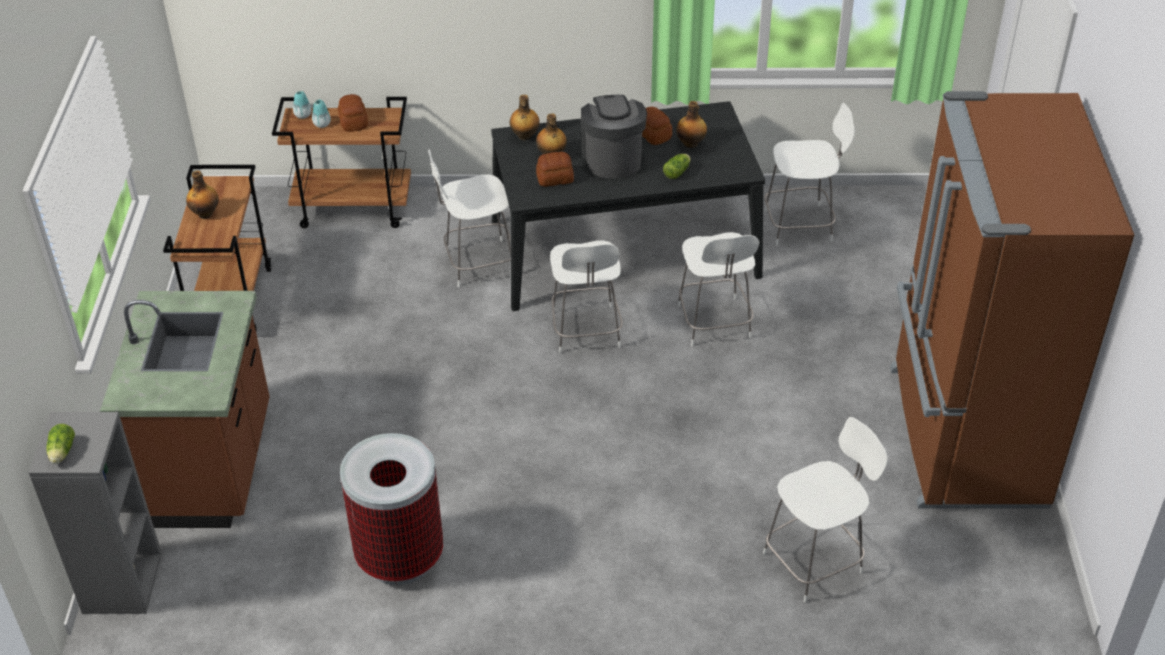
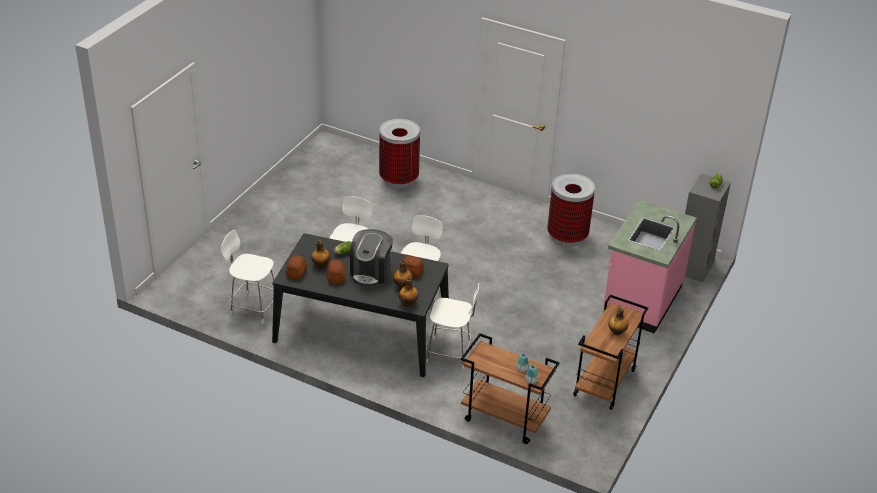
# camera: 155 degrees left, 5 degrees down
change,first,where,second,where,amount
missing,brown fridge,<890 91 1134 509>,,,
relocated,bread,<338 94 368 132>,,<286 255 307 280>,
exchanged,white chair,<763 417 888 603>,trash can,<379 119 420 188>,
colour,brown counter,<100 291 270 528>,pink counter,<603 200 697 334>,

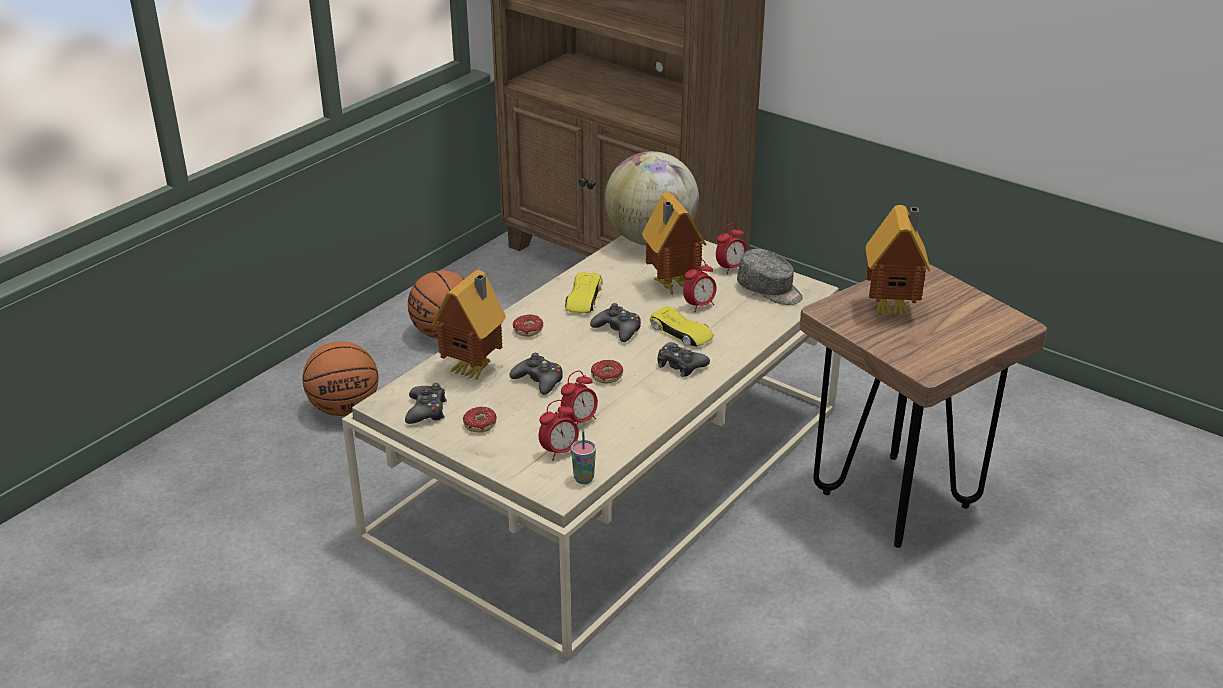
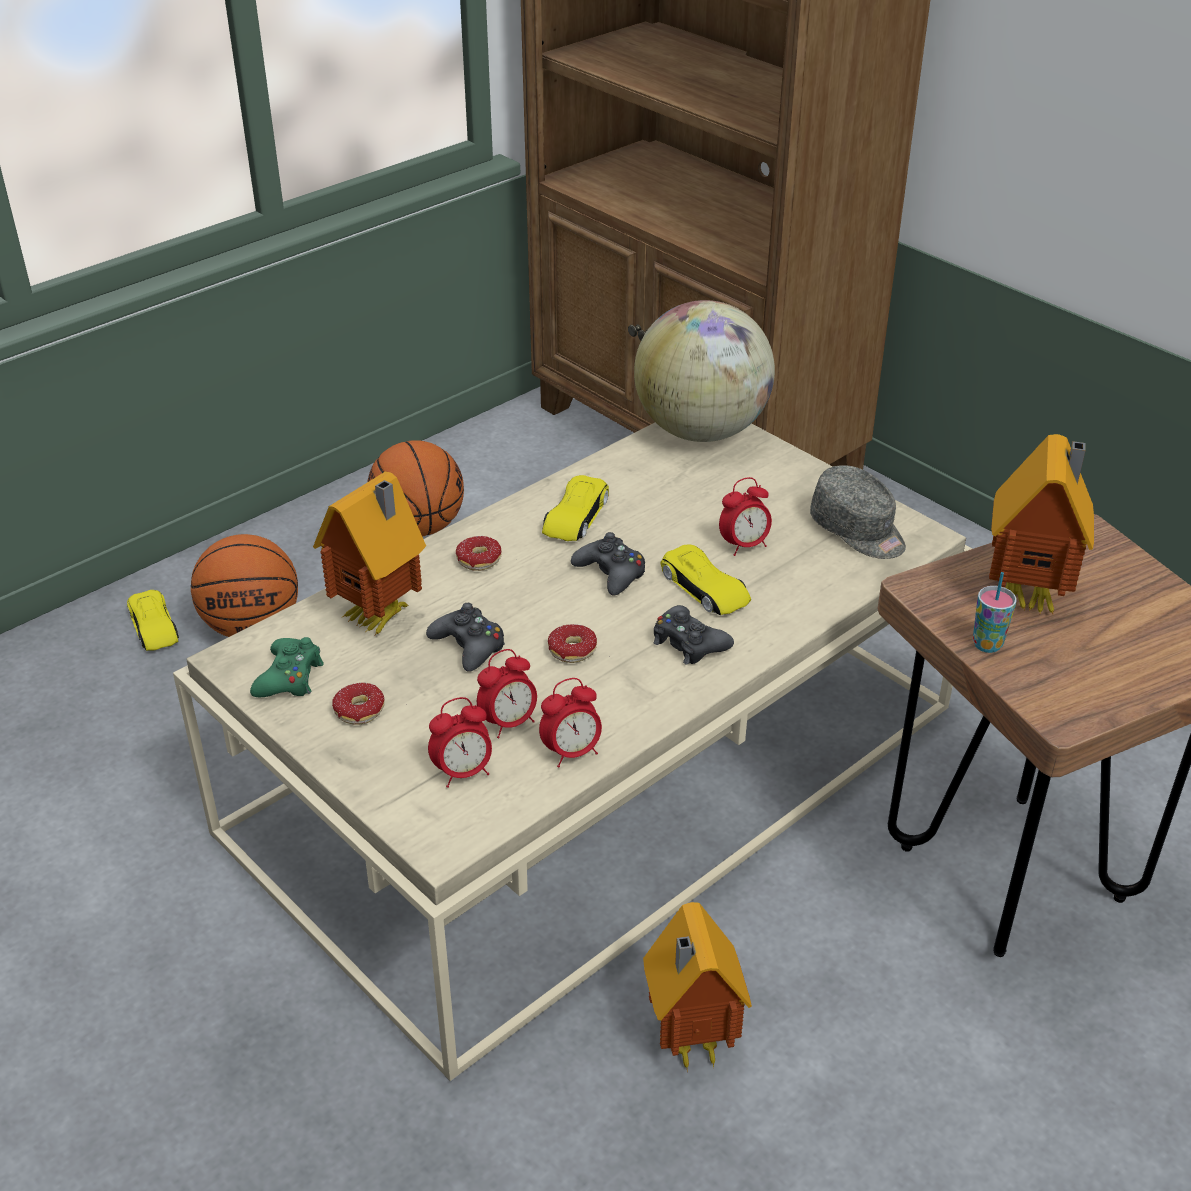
# camera: 10 degrees right, 5 degrees up
change,first,where,second,where,amount
appeared,,,yellow toy car,<127 590 179 651>,
relocated,cup,<571 431 596 484>,,<973 572 1017 653>,
relocated,toy house,<642 192 707 295>,,<643 902 752 1072>,
relocated,alarm clock,<716 223 747 274>,,<539 678 602 768>,
colour,black game controller,<405 383 447 424>,green game controller,<250 637 324 697>,

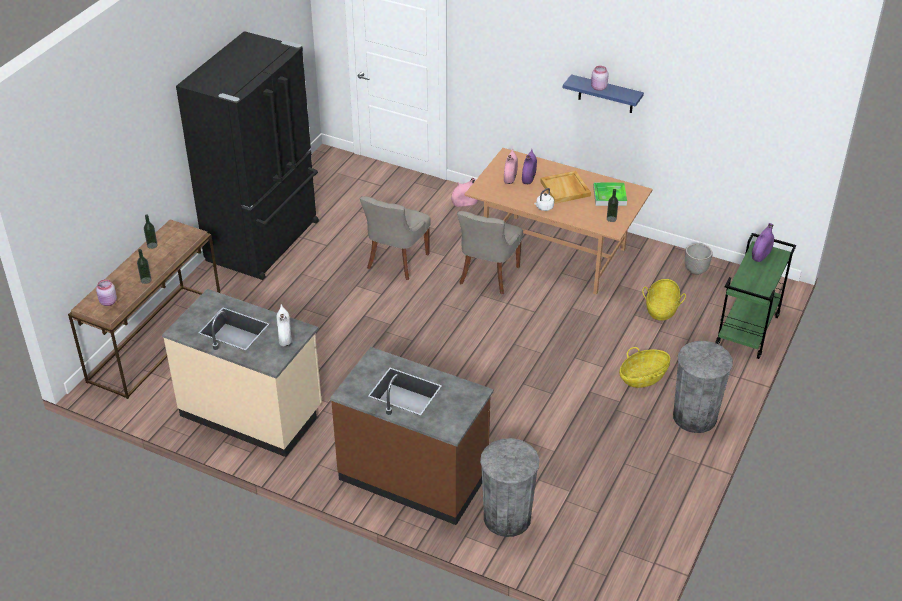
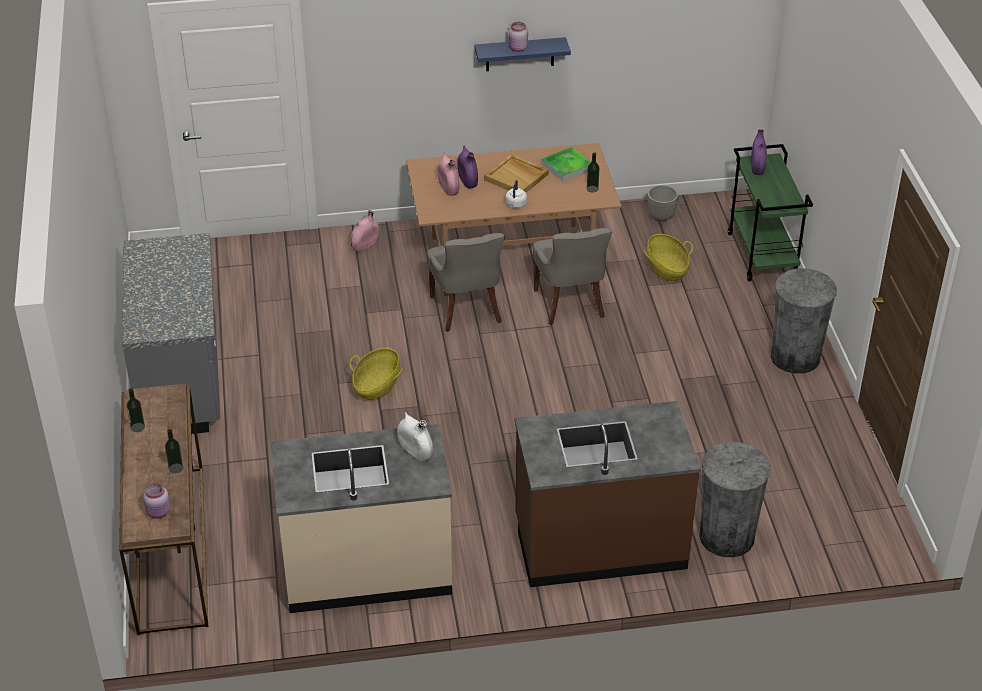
# camera: 35 degrees left, 0 degrees up
change,first,where,second,where,amount
relocated,grey chair,<359 196 431 280>,,<533 228 612 325>,
relocated,basket,<619 347 670 388>,,<349 348 402 400>,
exchanged,black fridge,<176 31 319 280>,grey counter,<122 233 220 434>,

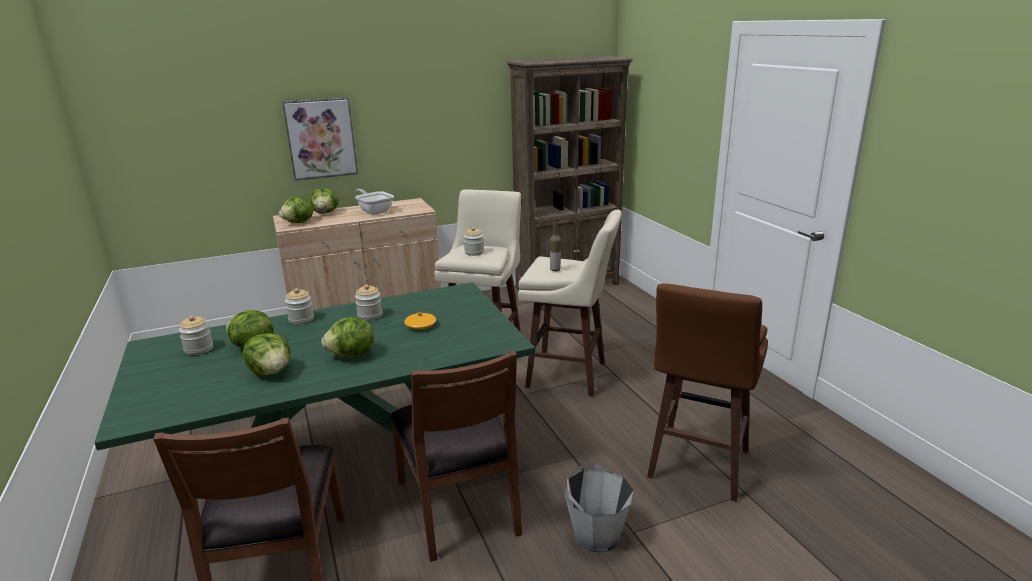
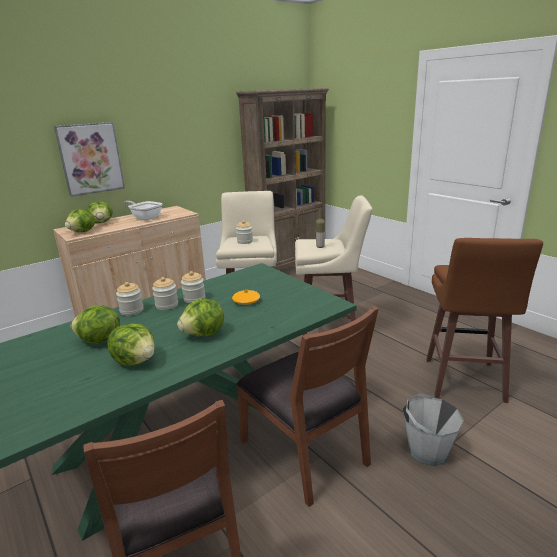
# camera: 15 degrees left, 0 degrees up
change,first,where,second,where,amount
relocated,jar,<179 316 213 355>,,<152 277 178 310>,

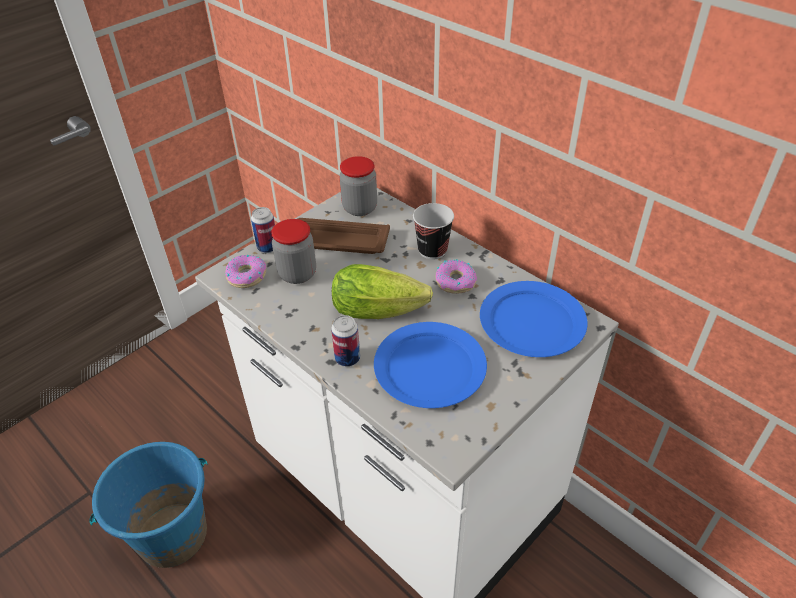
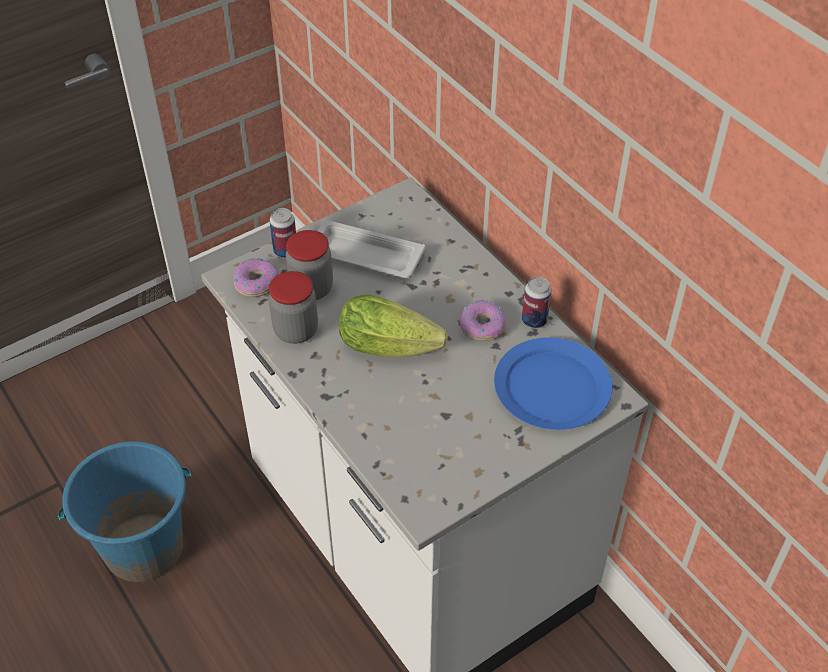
# camera: 10 degrees right, 5 degrees up
change,first,where,second,where,amount
missing,blue plate,<374 322 487 408>,,,
missing,cup,<413 203 454 259>,,,
relocated,can,<331 315 360 367>,,<522 277 551 328>,
relocated,jar,<339 156 377 216>,,<269 271 318 344>,
colour,brown tray,<298 218 390 254>,white tray,<318 220 425 278>,

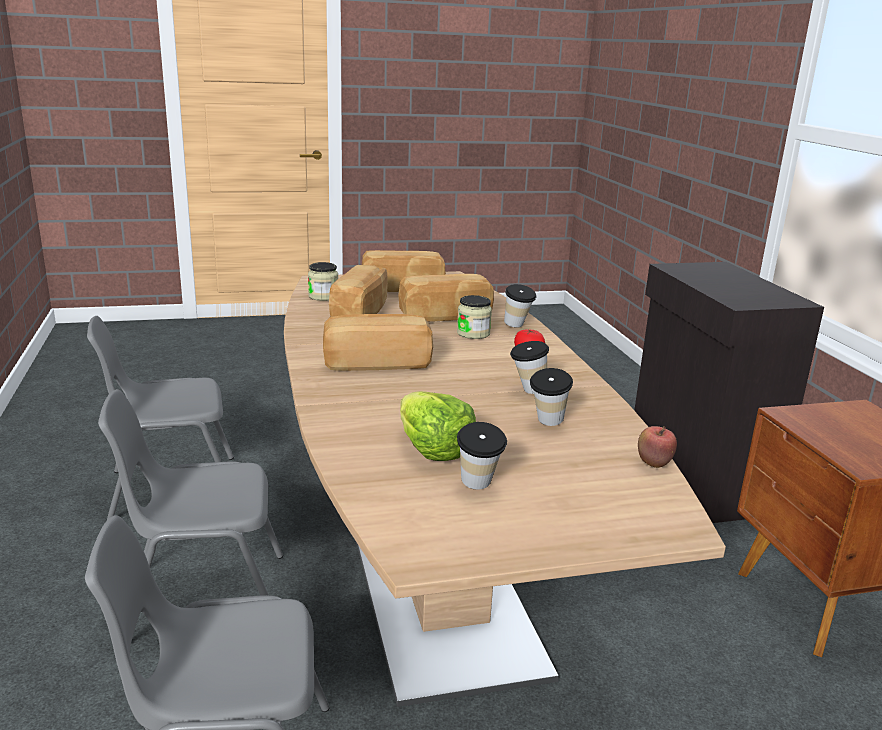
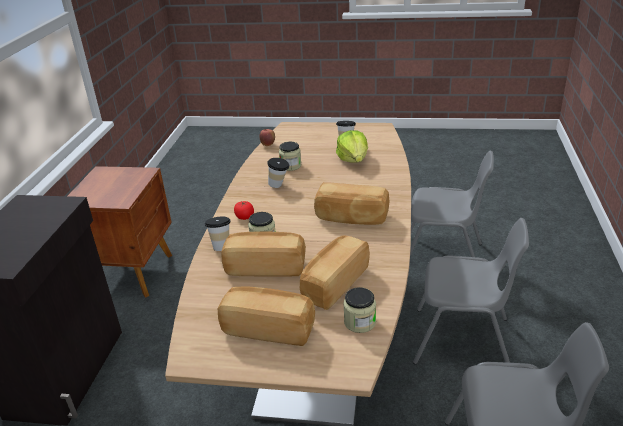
# camera: 155 degrees left, 10 degrees up
change,first,where,second,where,amount
exchanged,cup,<530 368 573 426>,jar,<279 142 301 171>,

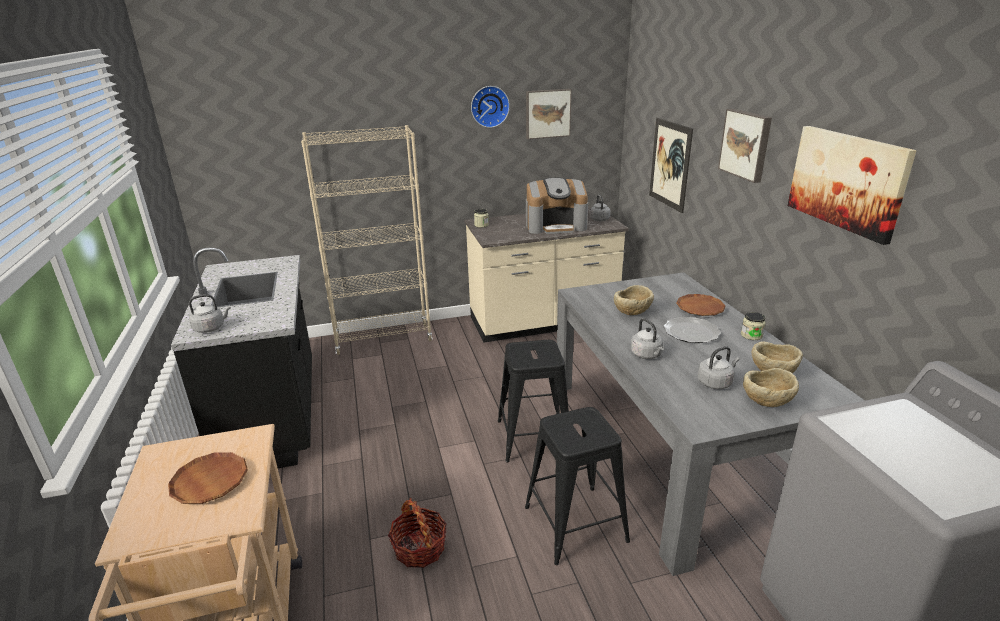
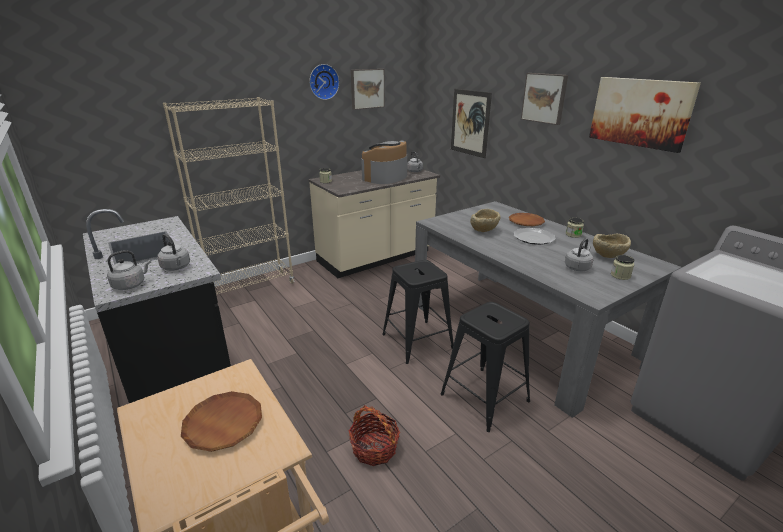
# camera: 20 degrees left, 0 degrees up
change,first,where,second,where,amount
relocated,grey kettle,<631 318 664 359>,,<157 234 190 271>,
exchanged,beige bowl,<743 368 799 407>,jar,<611 255 635 280>,
spun,coffee machine,<526 177 588 234>,,<361 140 407 184>,150 degrees clockwise

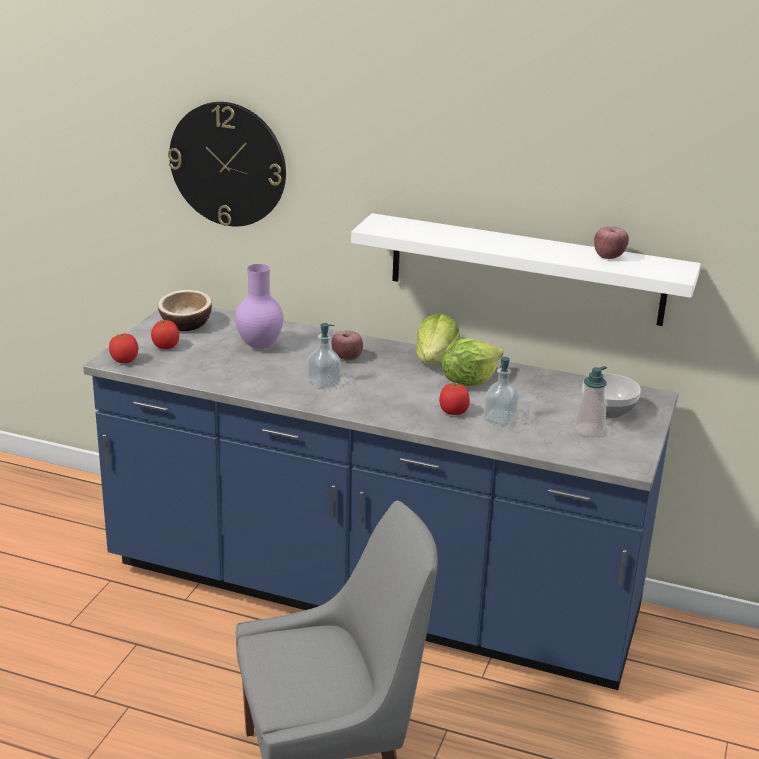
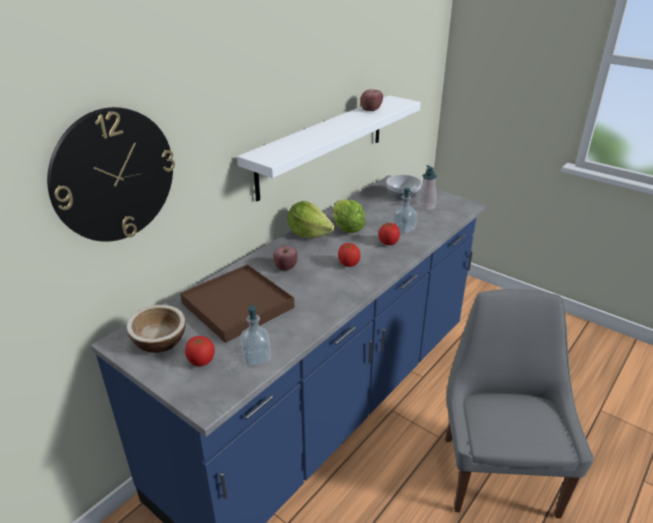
# camera: 70 degrees left, 5 degrees up
change,first,where,second,where,amount
relocated,tomato,<109 333 138 363>,,<338 243 360 267>,
relocated,soap dispenser,<307 323 341 389>,,<240 304 271 366>,
exchanged,purple vase,<235 264 284 349>,brown tray,<180 264 295 343>,

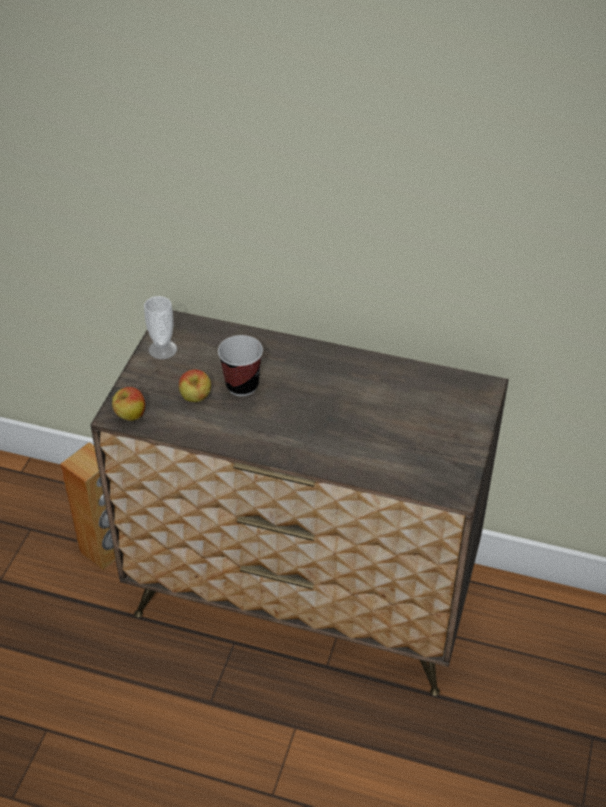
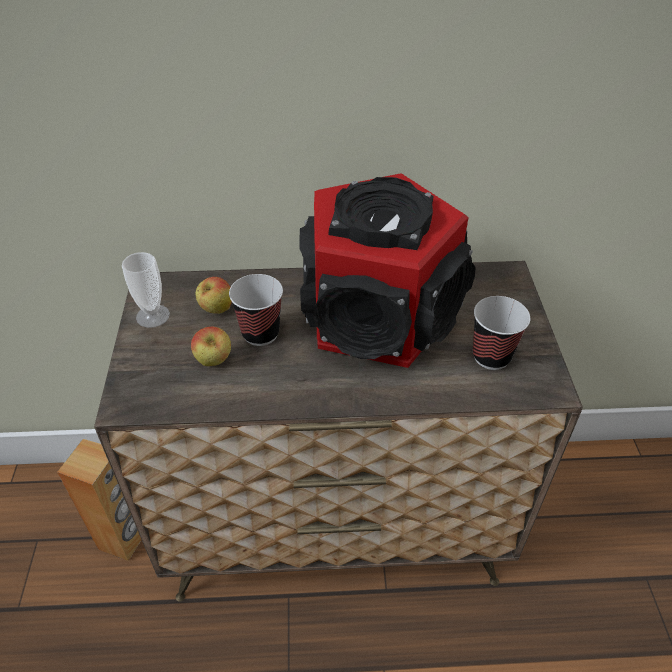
# camera: 20 degrees left, 0 degrees up
change,first,where,second,where,amount
appeared,,,speaker,<300 173 476 368>,
appeared,,,cup,<473 296 530 370>,
relocated,apple,<112 387 145 421>,,<196 277 232 314>,

